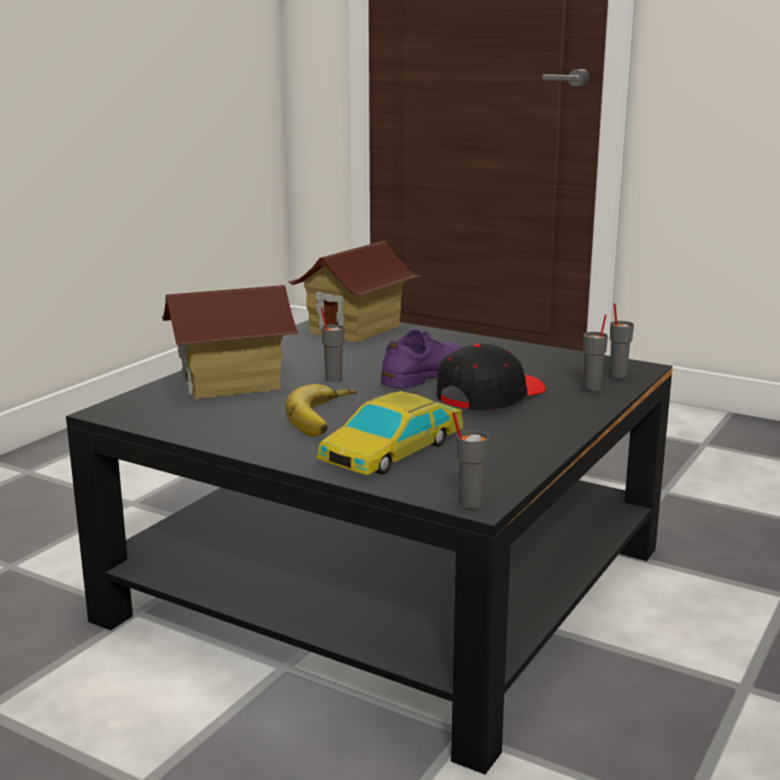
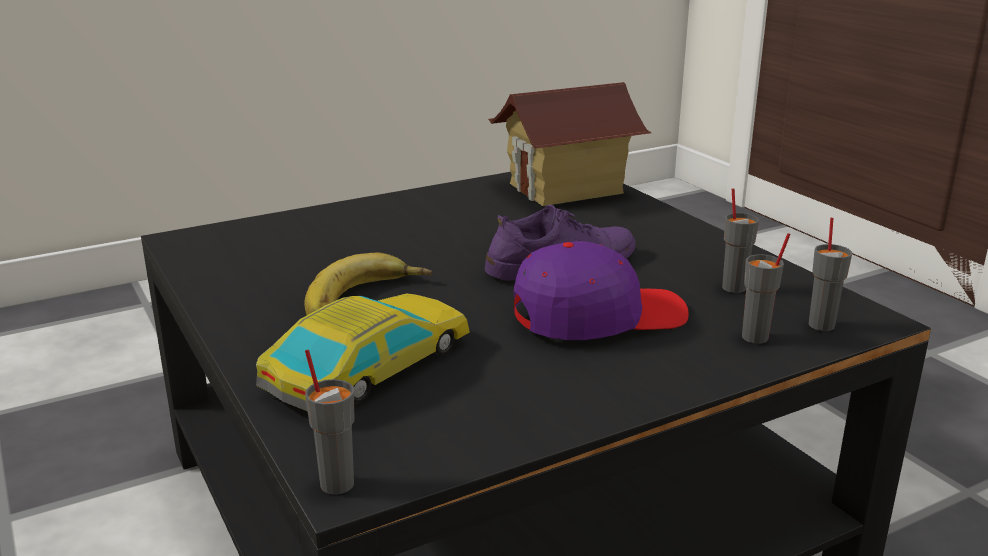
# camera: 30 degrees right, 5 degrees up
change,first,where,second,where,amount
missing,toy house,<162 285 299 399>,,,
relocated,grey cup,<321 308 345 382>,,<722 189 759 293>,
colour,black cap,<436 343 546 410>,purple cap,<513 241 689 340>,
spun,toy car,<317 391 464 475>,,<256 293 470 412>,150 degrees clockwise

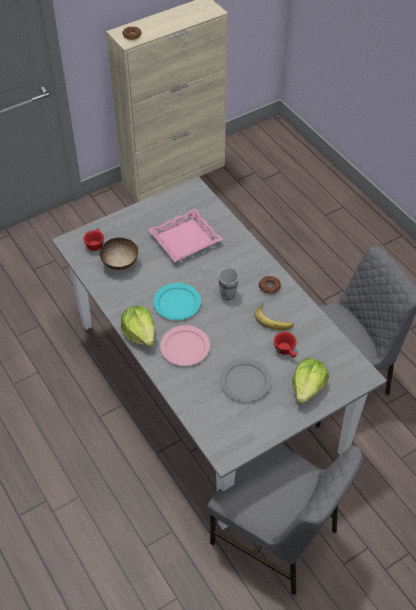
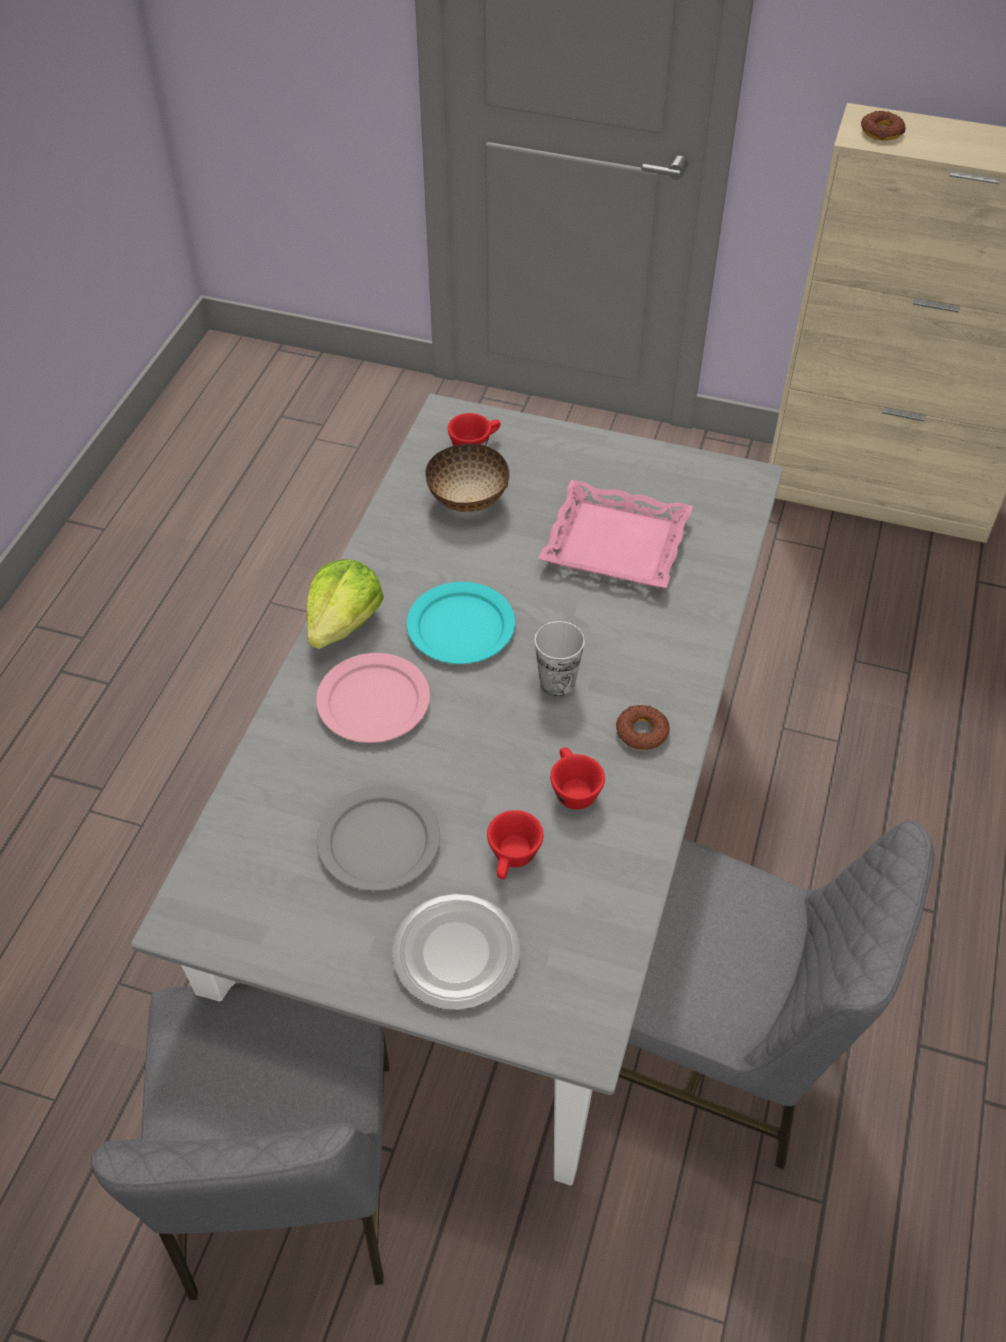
# camera: 50 degrees right, 0 degrees up
change,first,where,second,where,amount
exchanged,banana,<254 302 294 330>,red cup,<550 748 605 810>,
exchanged,lettuce,<292 358 329 404>,plate,<392 894 520 1010>,

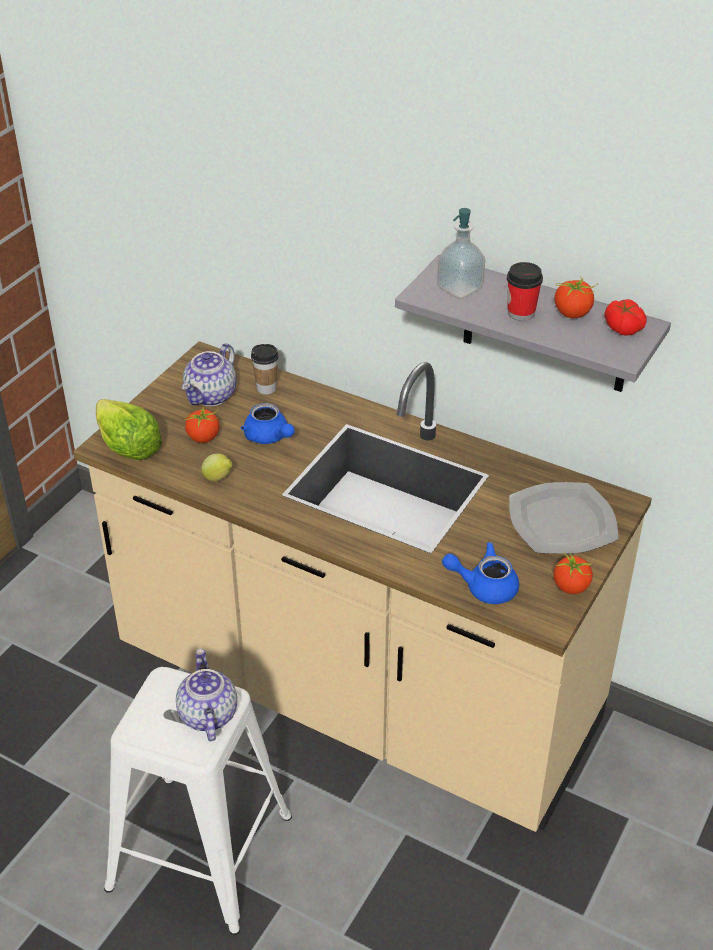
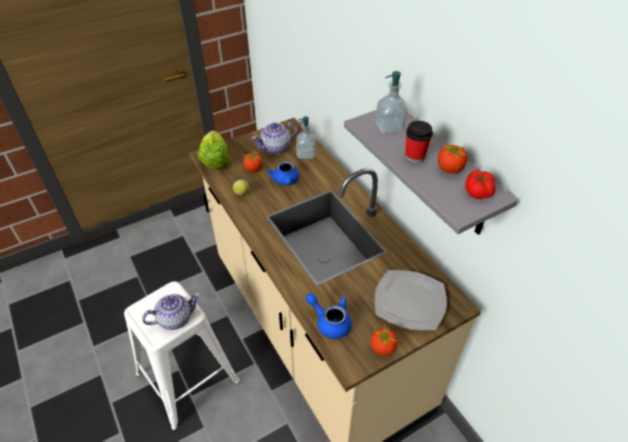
# camera: 30 degrees right, 5 degrees up
change,first,where,second,where,amount
exchanged,cup,<251 344 278 394>,soap dispenser,<296 116 316 159>,
spun,teapot,<176 649 237 741>,,<142 293 200 330>,45 degrees clockwise

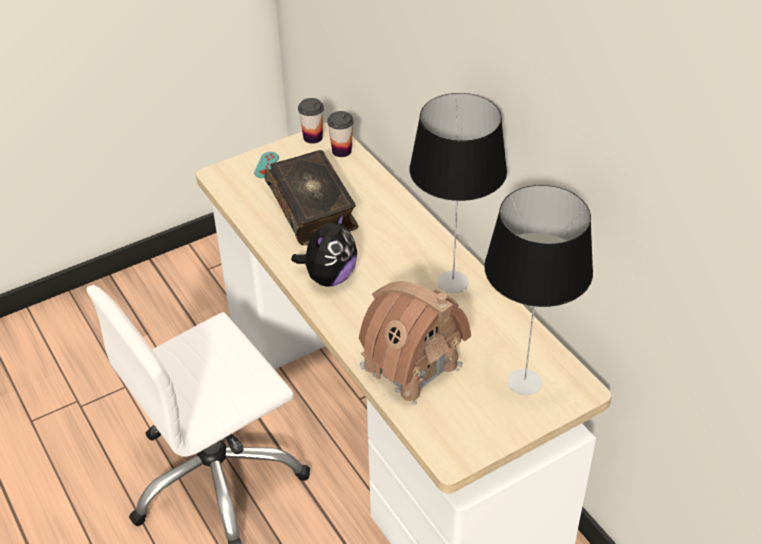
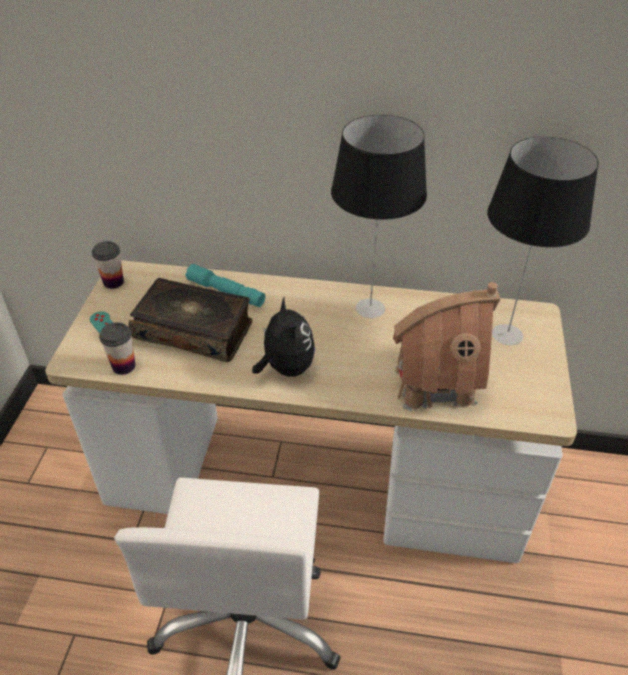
# camera: 50 degrees left, 0 degrees up
change,first,where,second,where,amount
appeared,,,turquoise flashlight,<186 264 265 307>,
relocated,cup,<327 111 354 157>,,<99 322 135 375>,

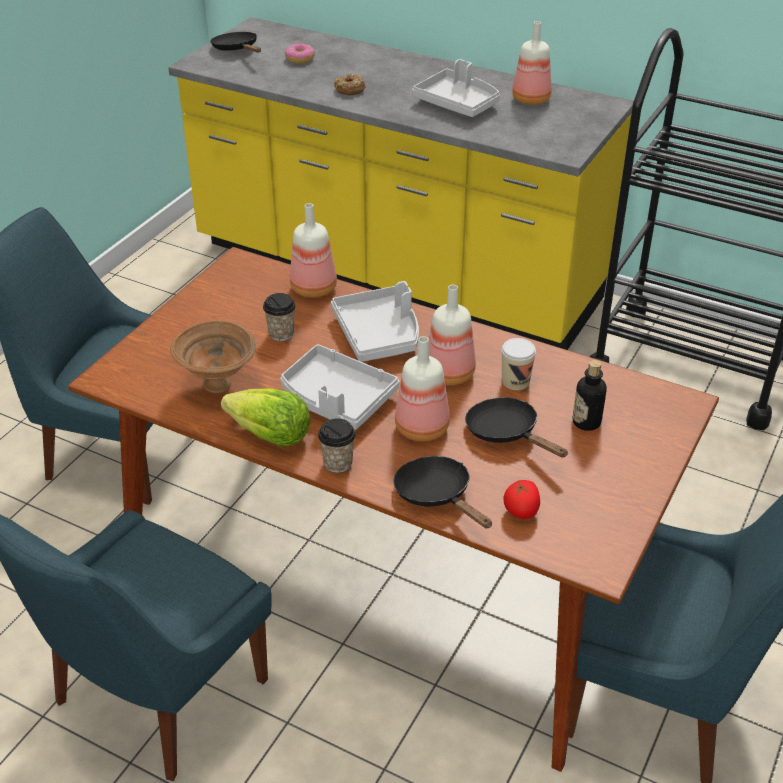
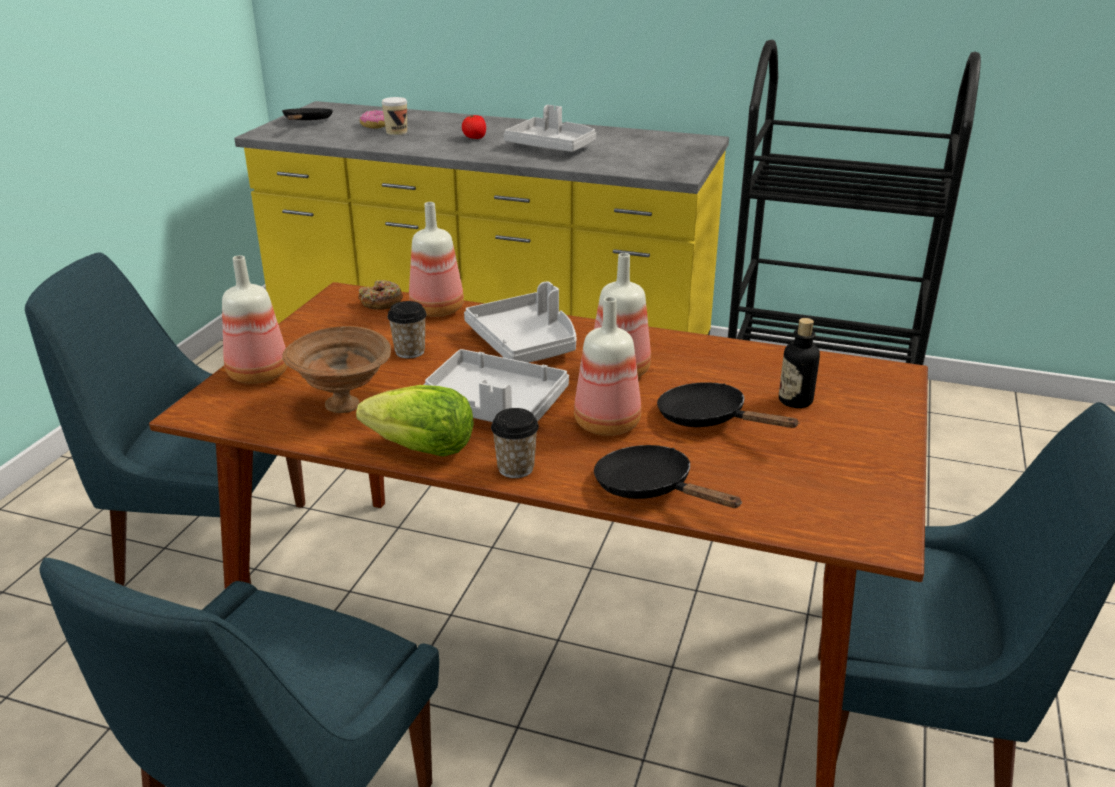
# camera: 10 degrees left, 10 degrees down
change,first,where,second,where,amount
relocated,donut,<334 73 366 95>,,<358 280 403 310>,
relocated,cup,<501 338 536 390>,,<381 97 407 135>,
relocated,tomato,<503 480 540 519>,,<462 115 486 139>,
relocated,bottle,<512 21 551 105>,,<222 255 287 384>,
spun,black frying pan,<210 32 261 52>,,<282 108 333 120>,45 degrees clockwise

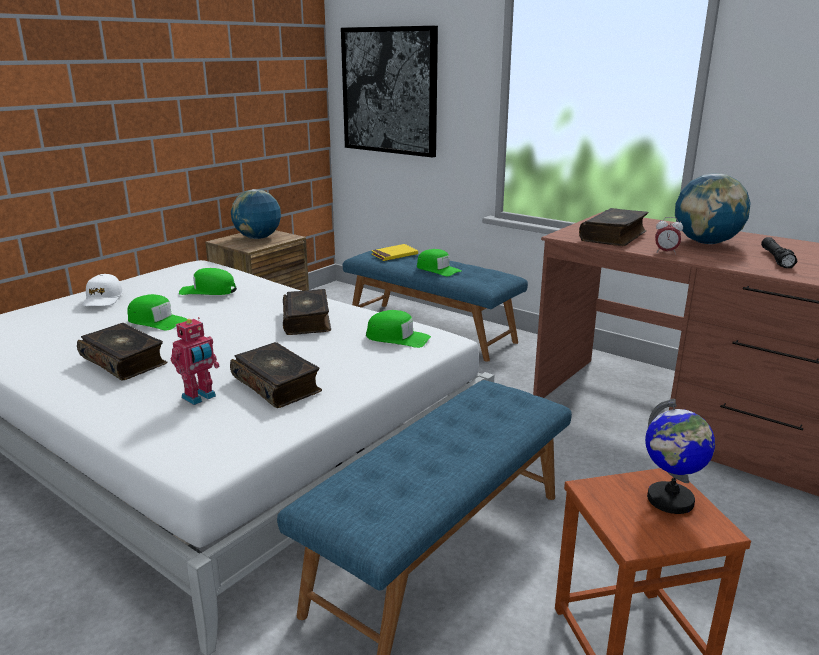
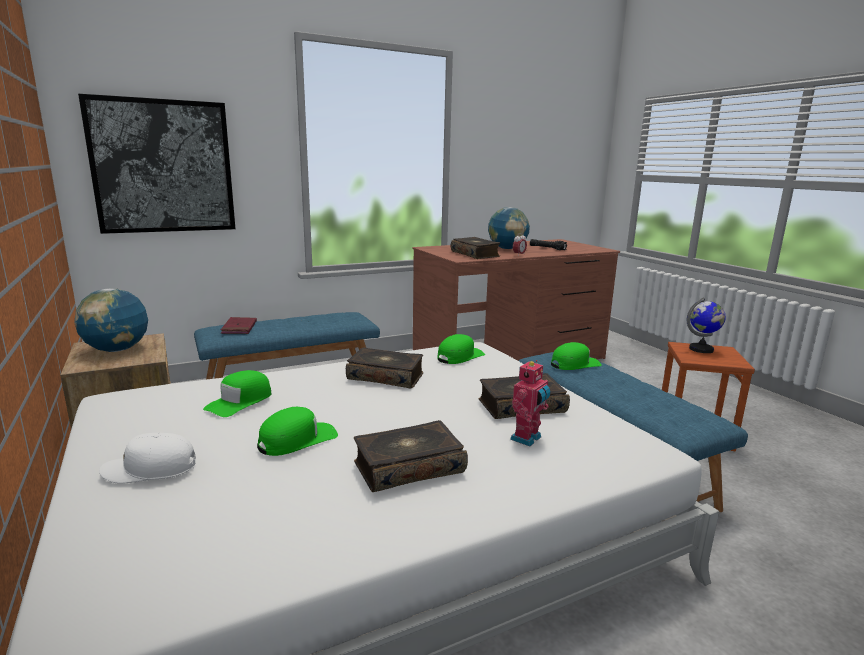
# camera: 65 degrees left, 5 degrees down
change,first,where,second,where,amount
relocated,green cap,<417 249 462 276>,,<551 342 602 370>,
colour,yellow book,<371 244 418 261>,red book,<221 317 257 334>,
spun,white cap,<82 274 123 306>,,<99 433 196 484>,150 degrees clockwise
spun,toy robot,<171 317 219 405>,,<510 360 551 447>,60 degrees clockwise

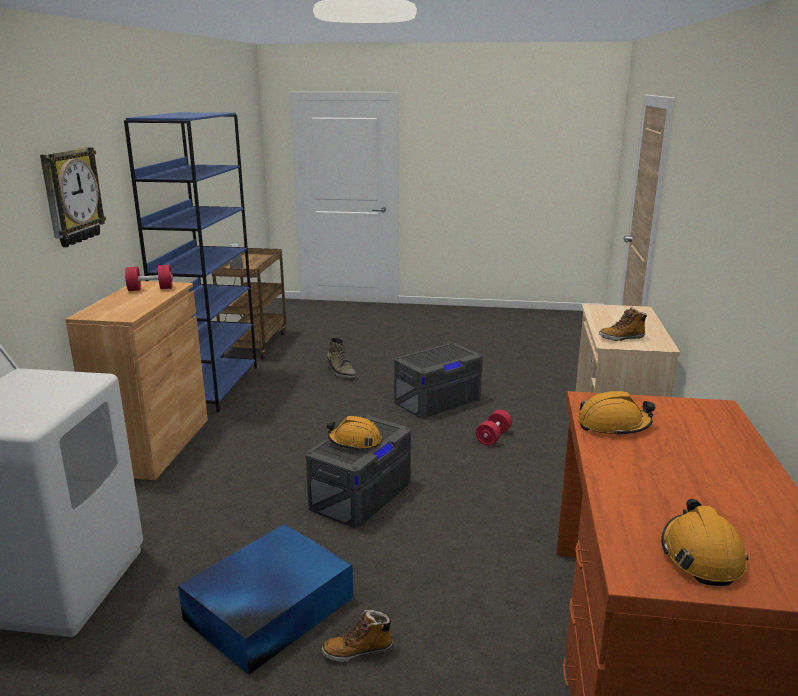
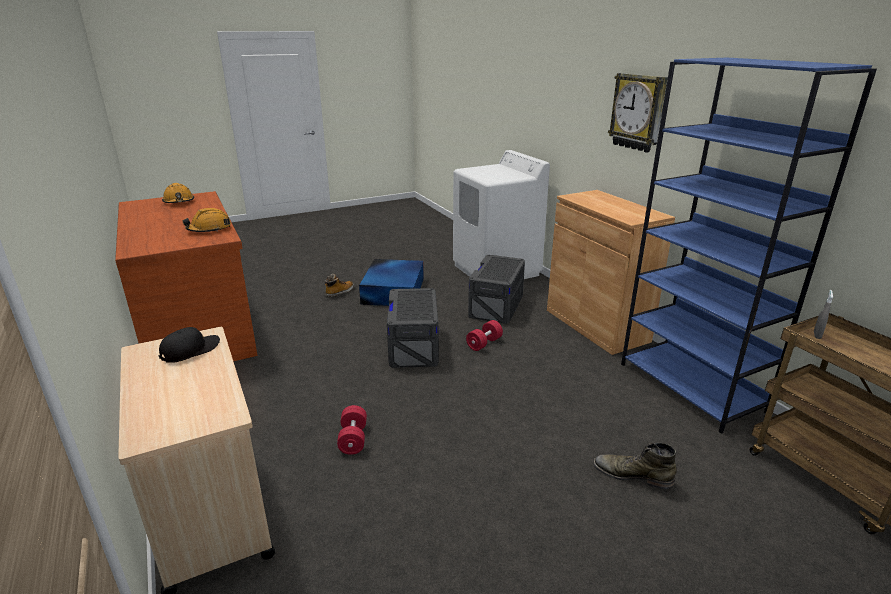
# camera: 145 degrees right, 5 degrees up
change,first,where,second,where,amount
missing,orange hard hat,<327 416 382 451>,,,
relocated,red dumbbell,<125 265 173 291>,,<466 320 503 351>,
relocated,grey storage box,<394 343 483 419>,,<468 255 525 324>,
exchanged,boot,<599 307 647 341>,black cap,<159 327 220 363>,

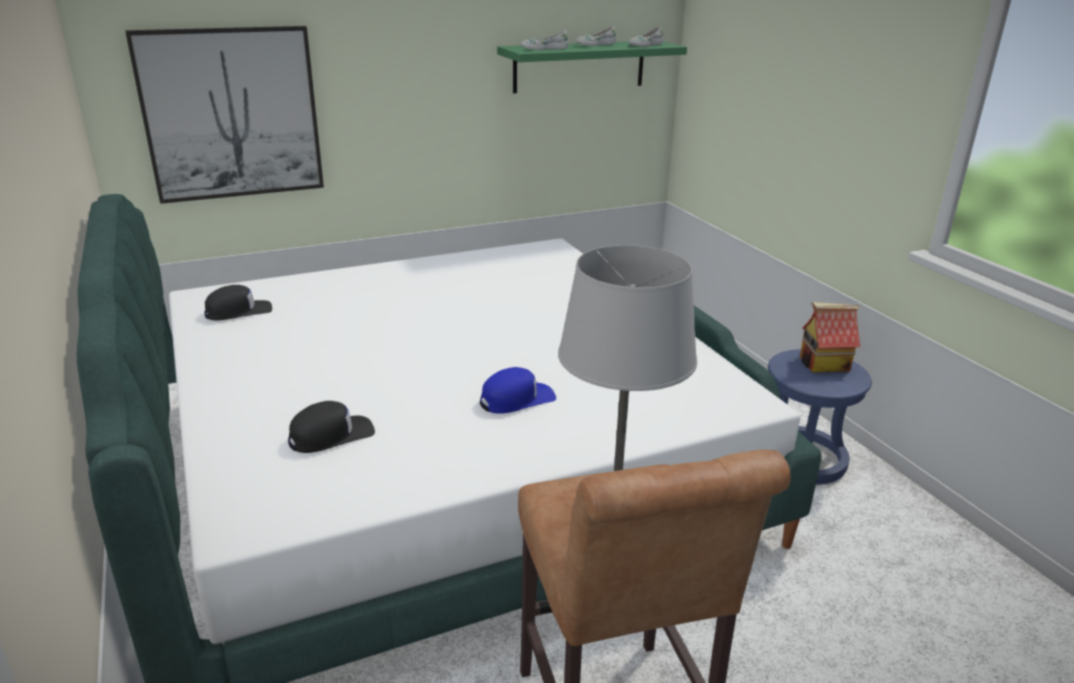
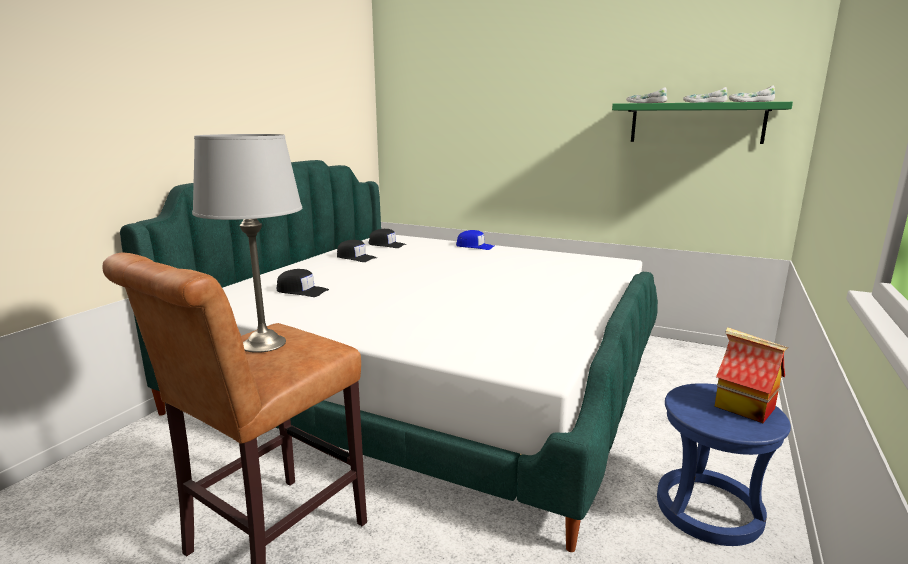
# camera: 50 degrees right, 10 degrees down
change,first,where,second,where,amount
missing,picture,<125 26 324 204>,,,
appeared,,,black cap,<337 240 377 262>,
relocated,blue cap,<480 367 556 414>,,<456 230 494 250>,

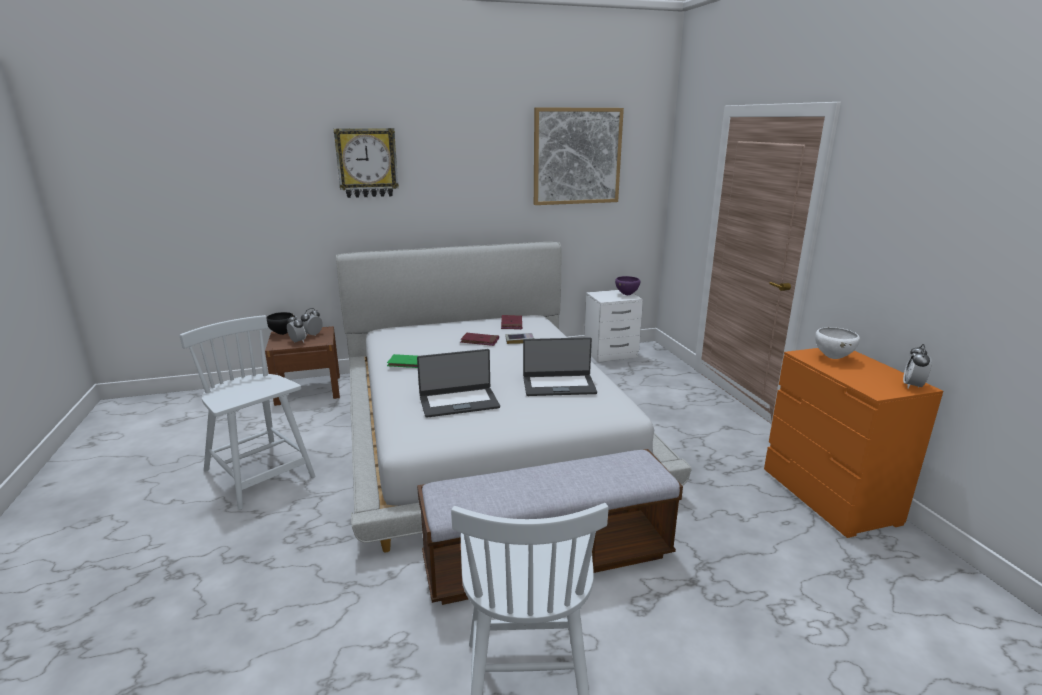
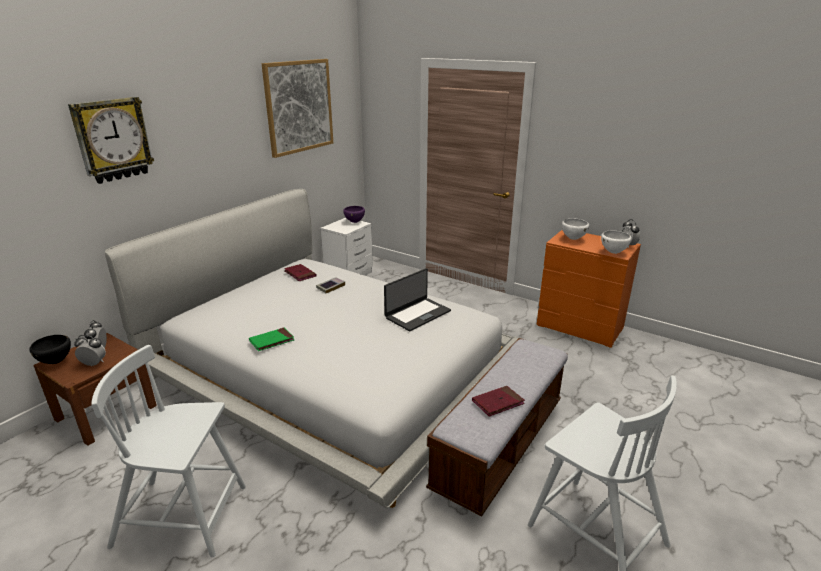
# camera: 40 degrees left, 5 degrees up
change,first,where,second,where,amount
missing,laptop,<417 349 500 418>,,,
appeared,,,white bowl,<601 230 632 254>,
relocated,red book,<460 333 499 346>,,<472 386 525 417>,

